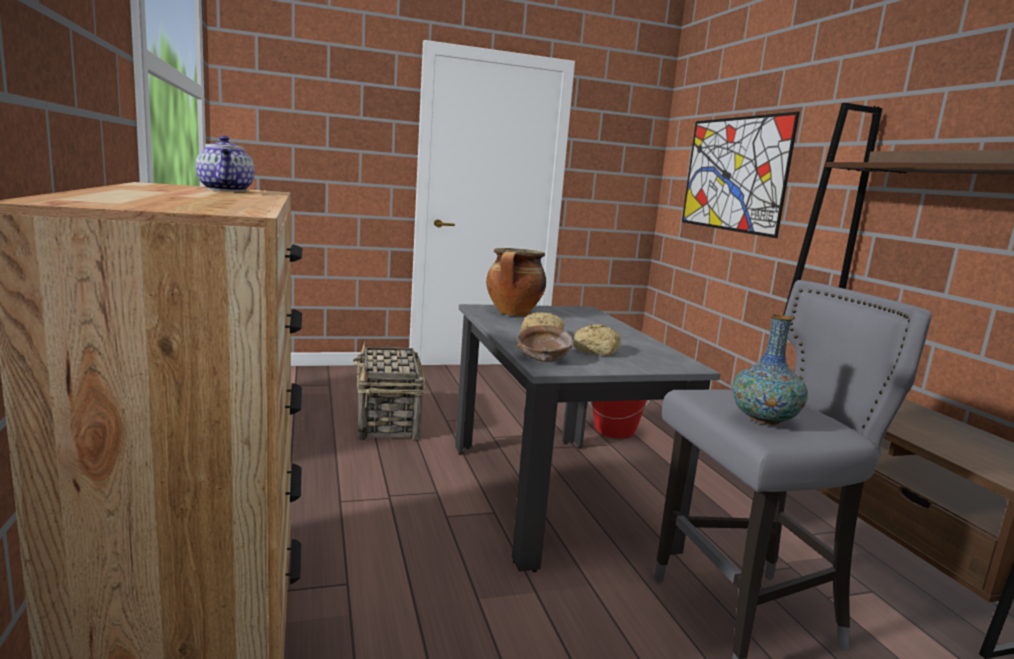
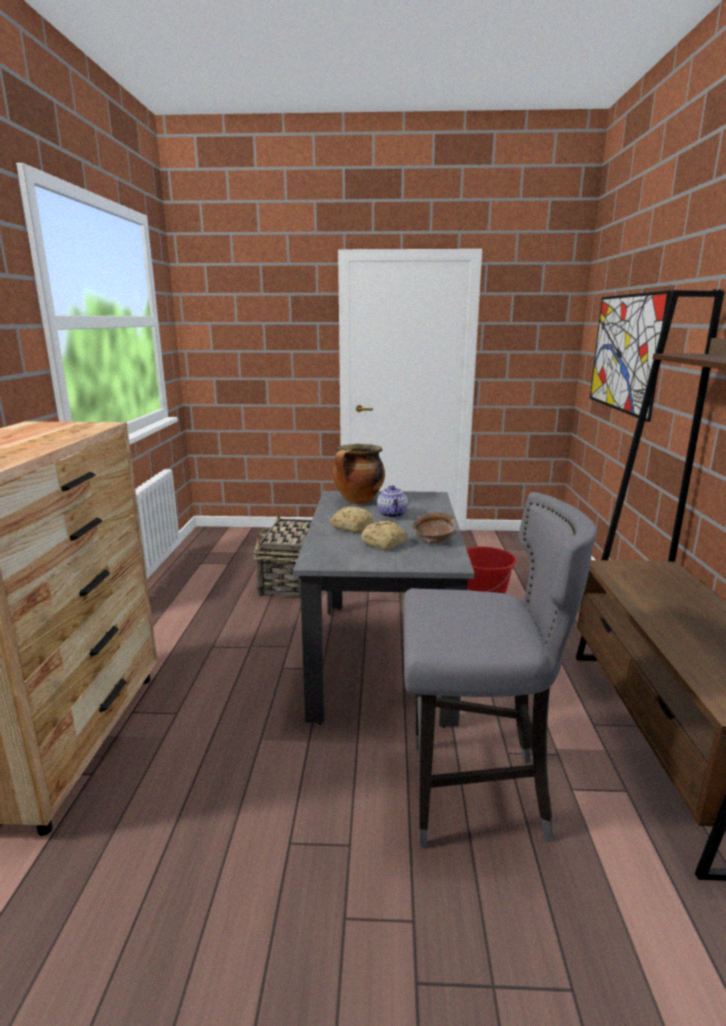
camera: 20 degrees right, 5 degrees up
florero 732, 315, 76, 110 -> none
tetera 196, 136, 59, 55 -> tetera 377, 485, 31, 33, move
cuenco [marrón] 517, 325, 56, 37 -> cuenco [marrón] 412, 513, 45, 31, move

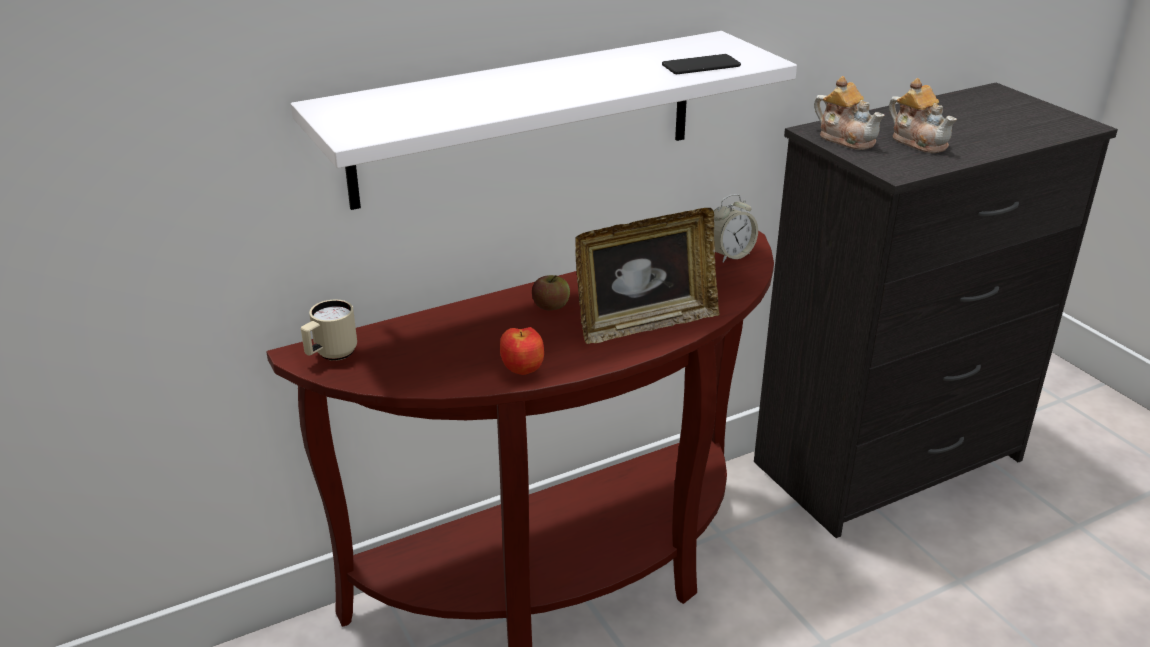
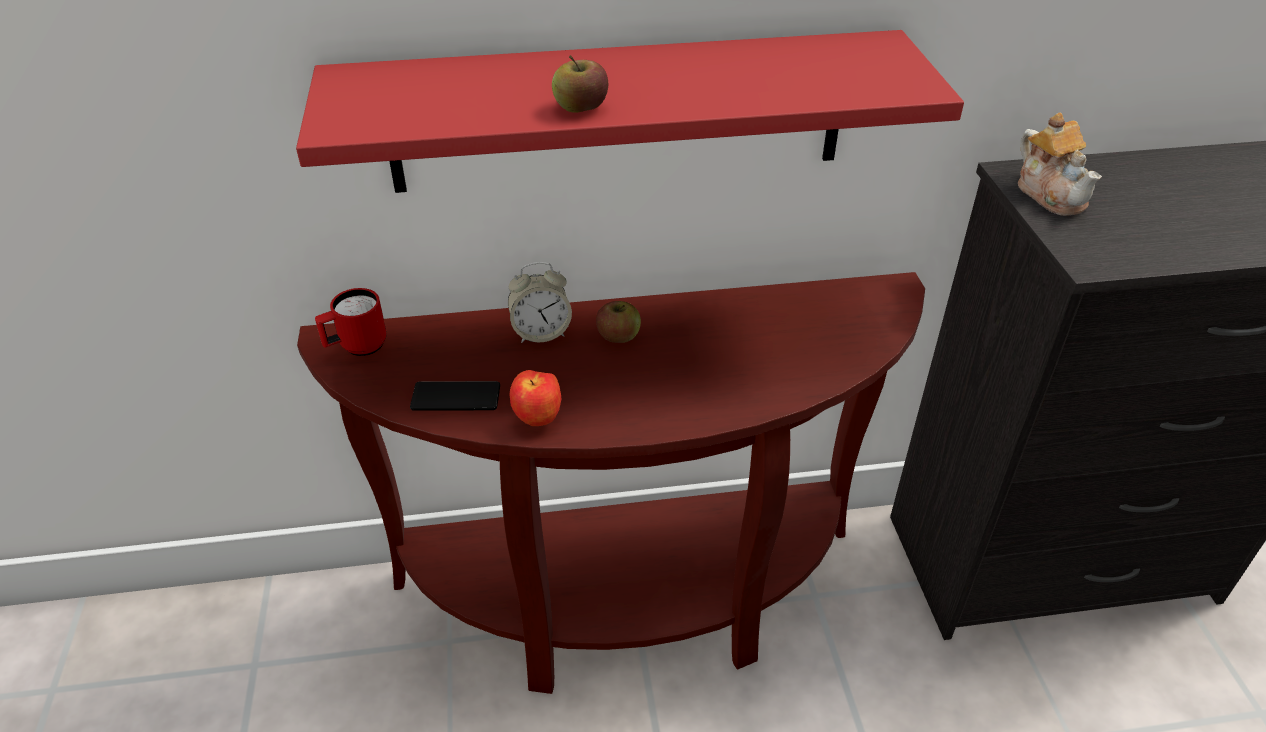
camera: 20 degrees right, 10 degrees up
portarretratos 575, 208, 145, 136 -> none
tetera 889, 78, 68, 75 -> none
none -> manzana 552, 55, 56, 58
móvil 662, 54, 79, 20 -> móvil 410, 381, 90, 30, move
despertador 713, 194, 45, 69 -> despertador 508, 262, 64, 81, move
estante [blanco] 291, 31, 506, 179 -> estante [rojo] 296, 30, 668, 163
taza grande [beis] 301, 300, 56, 61 -> taza grande [rojo] 315, 288, 72, 68

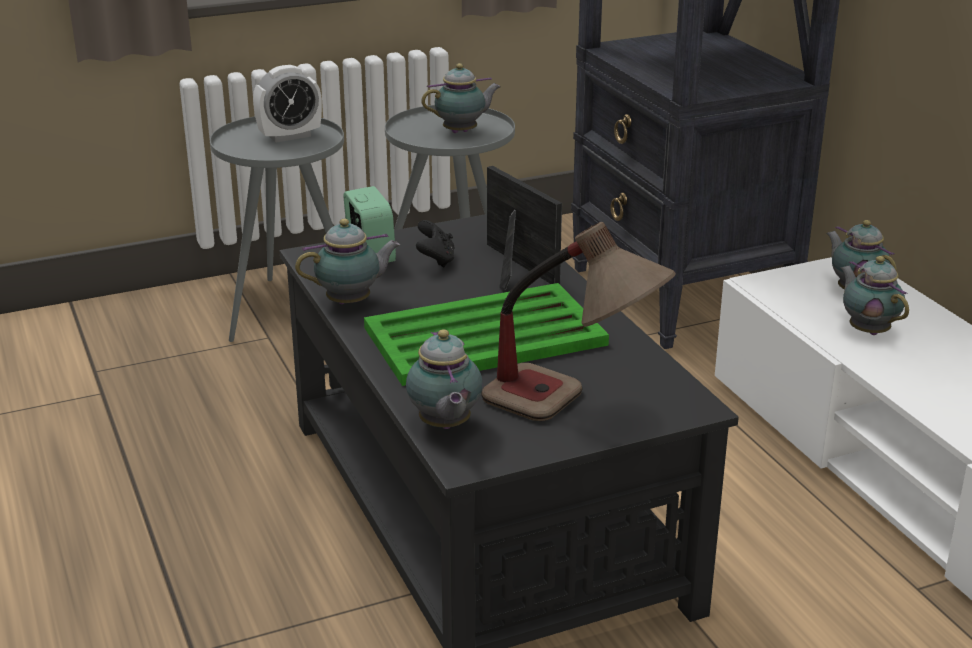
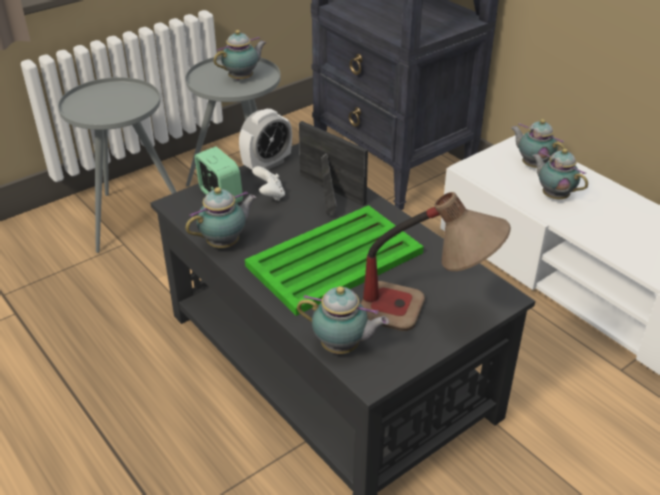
camera: 15 degrees left, 10 degrees up
despertador 253, 65, 69, 78 -> despertador 239, 109, 53, 61, move
mando de consola [negro] 416, 220, 39, 47 -> mando de consola [blanco] 252, 166, 33, 35
tetera 406, 329, 77, 100 -> tetera 297, 286, 92, 68, 45 degrees counterclockwise

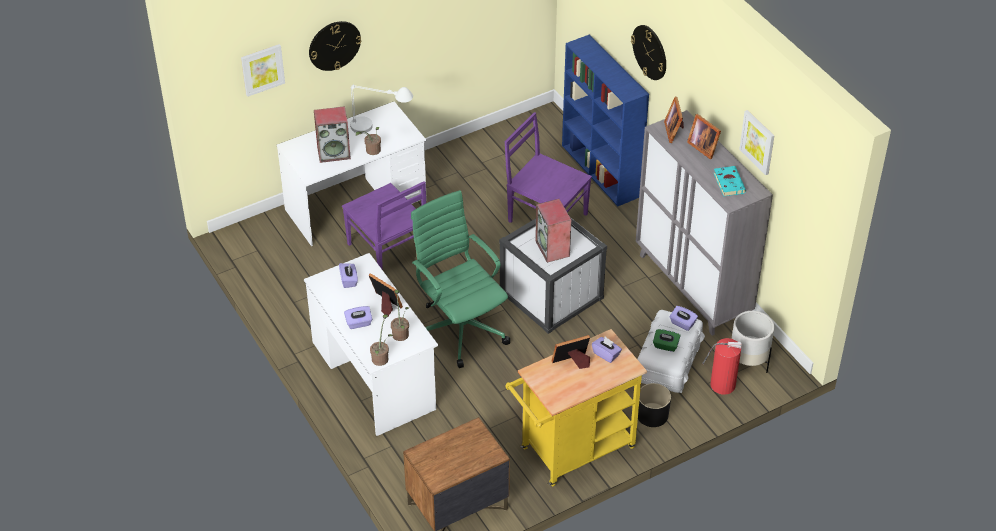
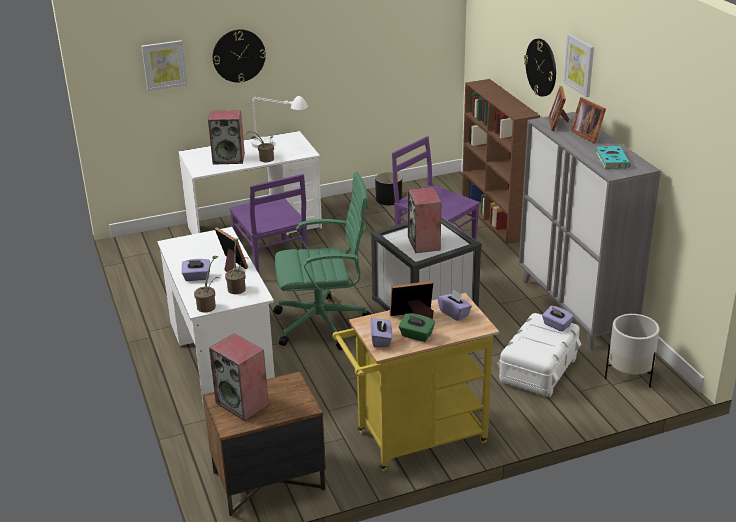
camera: 10 degrees right, 15 degrees down
extintor 702, 338, 40, 57 -> none
none -> altavoz 209, 333, 60, 88
caja de pañuelos [morado] 339, 263, 19, 25 -> caja de pañuelos [morado] 370, 316, 22, 32, move
maceta [negro] 638, 383, 33, 44 -> maceta [negro] 375, 172, 27, 33, move
caja de pañuelos [verde] 653, 329, 27, 23 -> caja de pañuelos [verde] 399, 313, 36, 29, move
cuadro 739, 110, 35, 65 -> cuadro 563, 34, 31, 63, move
estantería [azul] 562, 34, 87, 172 -> estantería [marrón] 462, 79, 78, 165
silla de oficina [verde] 411, 190, 99, 178 -> silla de oficina [verde] 273, 172, 98, 178, 105 degrees clockwise

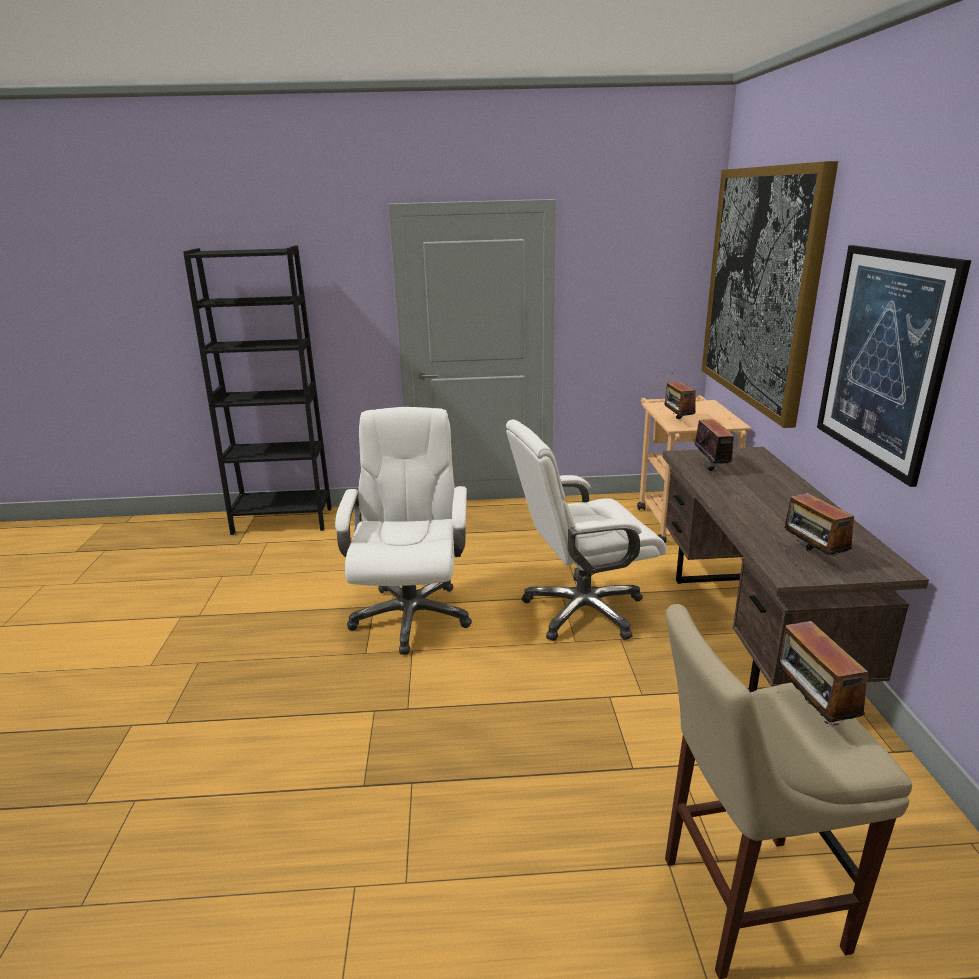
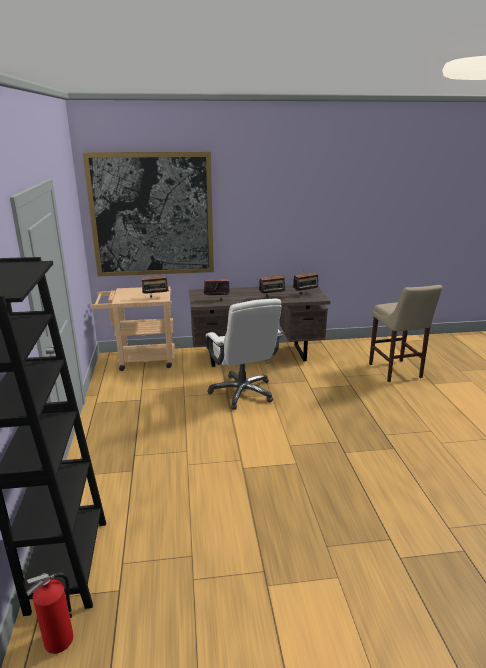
camera: 95 degrees left, 0 degrees up
silla de oficina [blanco] 335, 407, 137, 248 -> none
cuadro 817, 245, 154, 242 -> none
none -> extintor 27, 573, 47, 81
radio 777, 621, 91, 105 -> radio 259, 275, 26, 22, move

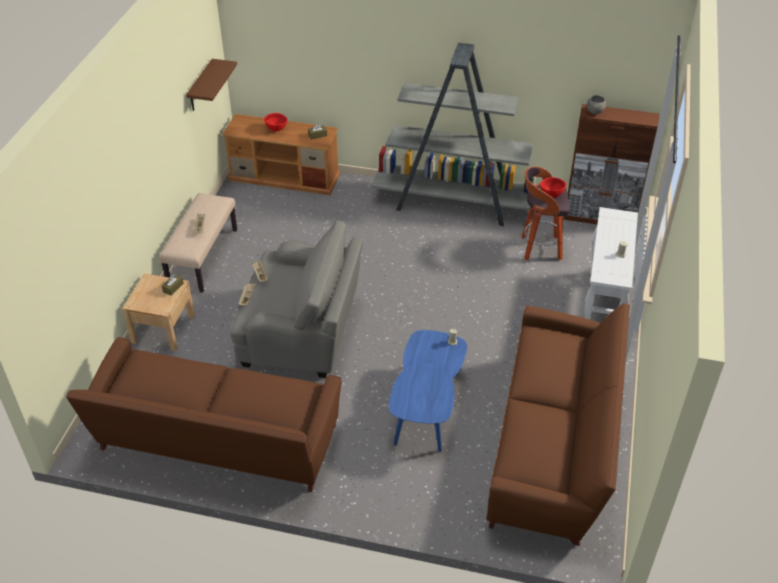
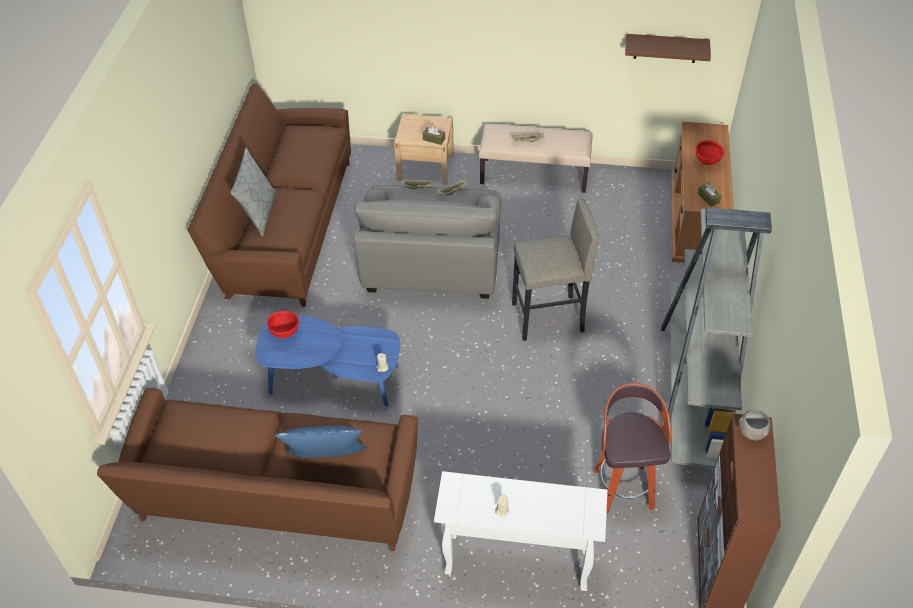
camera: 85 degrees right, 5 degrees up
none -> cojín [gris] 230, 148, 46, 89
none -> cojín [azul] 275, 426, 92, 32
none -> taburete [gris] 512, 198, 87, 143
cuenco [rojo] 541, 177, 25, 21 -> cuenco [rojo] 267, 311, 32, 27, move

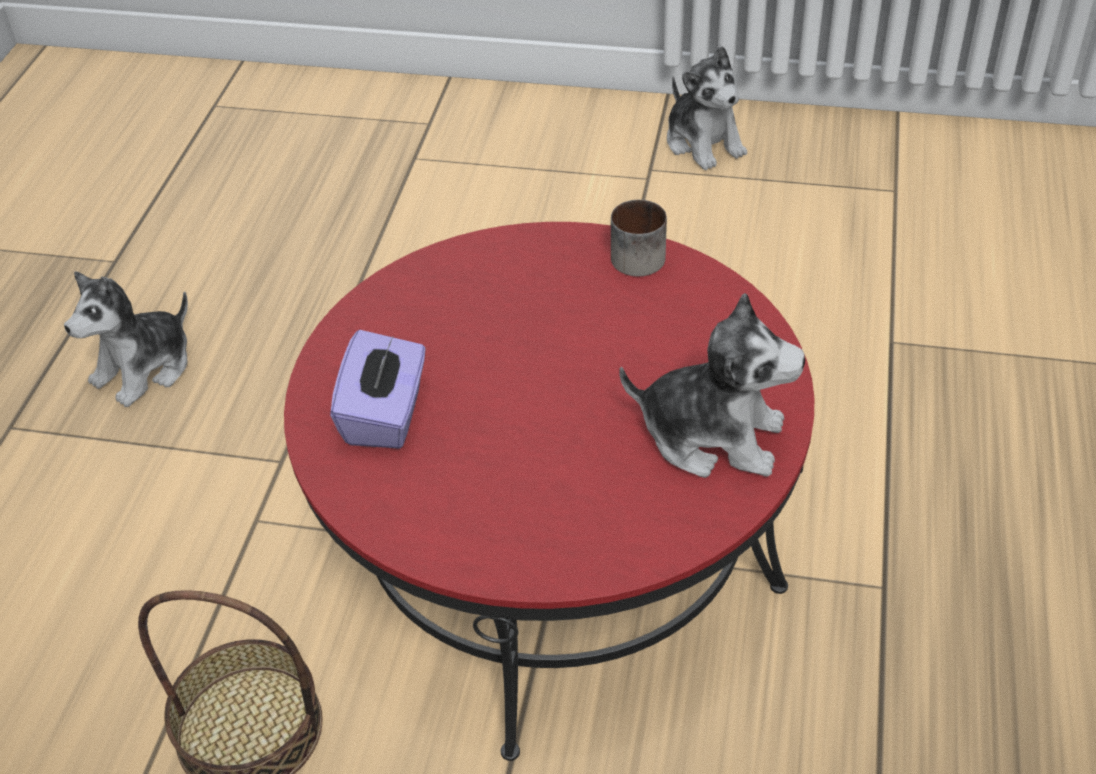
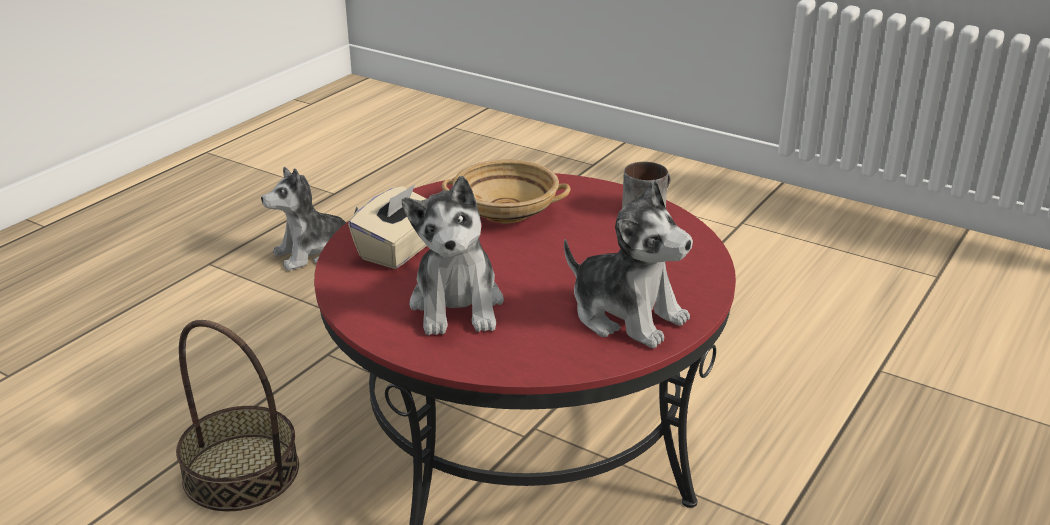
camera: 20 degrees right, 15 degrees down
none -> cuenco [beis] 442, 160, 129, 63
peluche 667, 46, 80, 124 -> peluche 402, 176, 102, 159, move
caja de pañuelos [morado] 330, 330, 95, 119 -> caja de pañuelos [beis] 348, 184, 79, 85

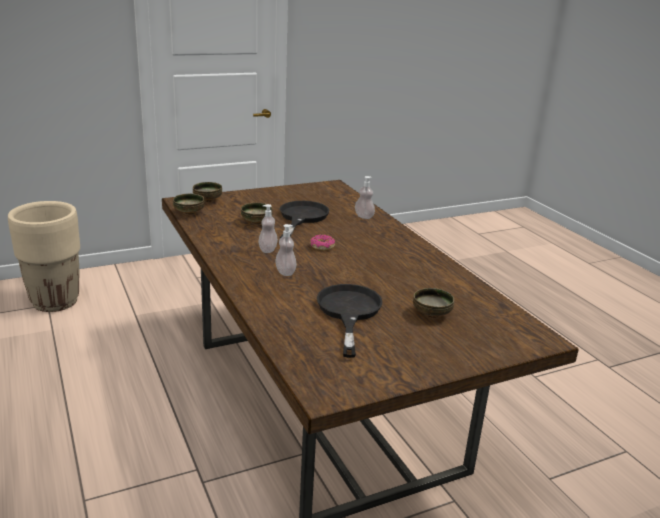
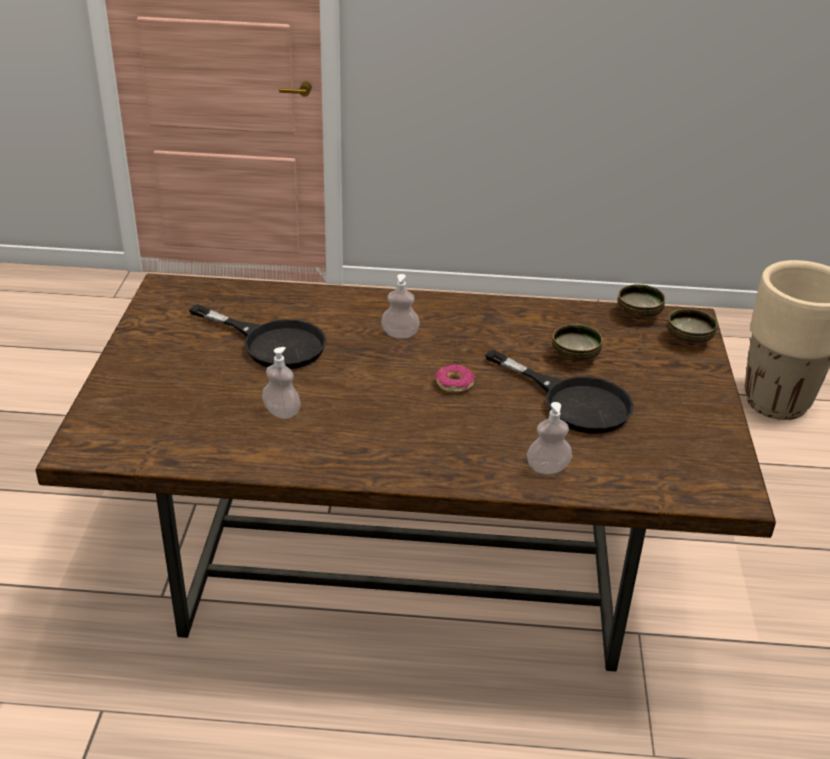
camera: 120 degrees right, 10 degrees up
cuenco 413, 288, 41, 30 -> none
dispensador de jabón 258, 204, 20, 49 -> dispensador de jabón 262, 347, 39, 72, move

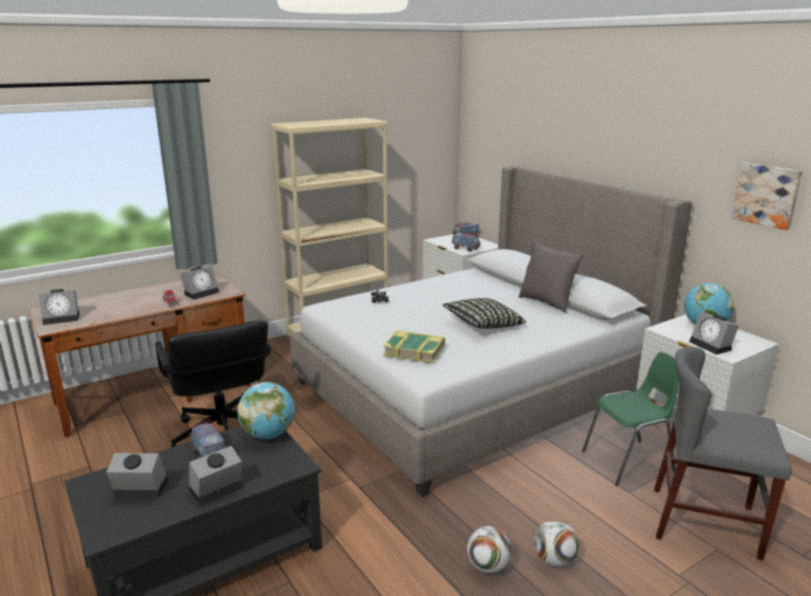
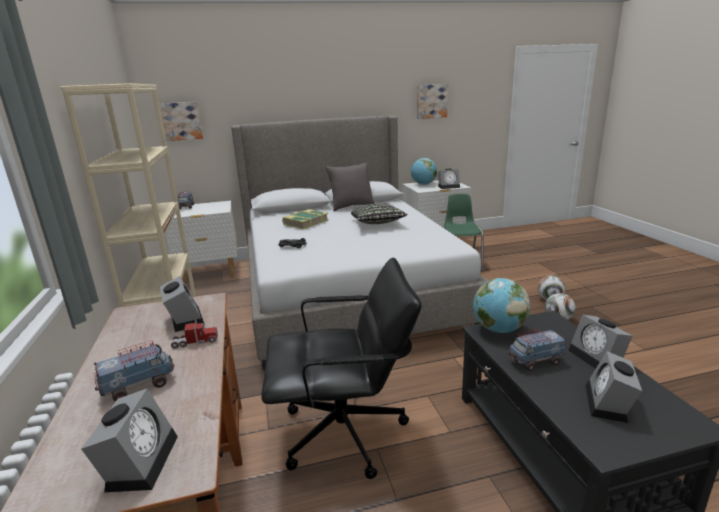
camera: 70 degrees left, 0 degrees up
silla [gris] 654, 347, 138, 213 -> none
none -> cuadro 159, 102, 44, 39
libro 383, 330, 62, 33 -> libro 282, 209, 47, 20, move
camión de juguete 452, 232, 29, 20 -> camión de juguete 94, 340, 81, 62, move

